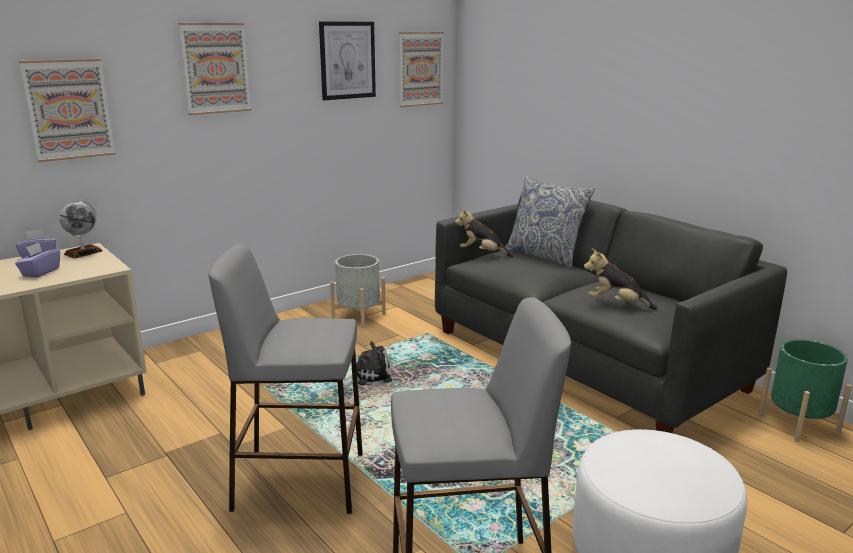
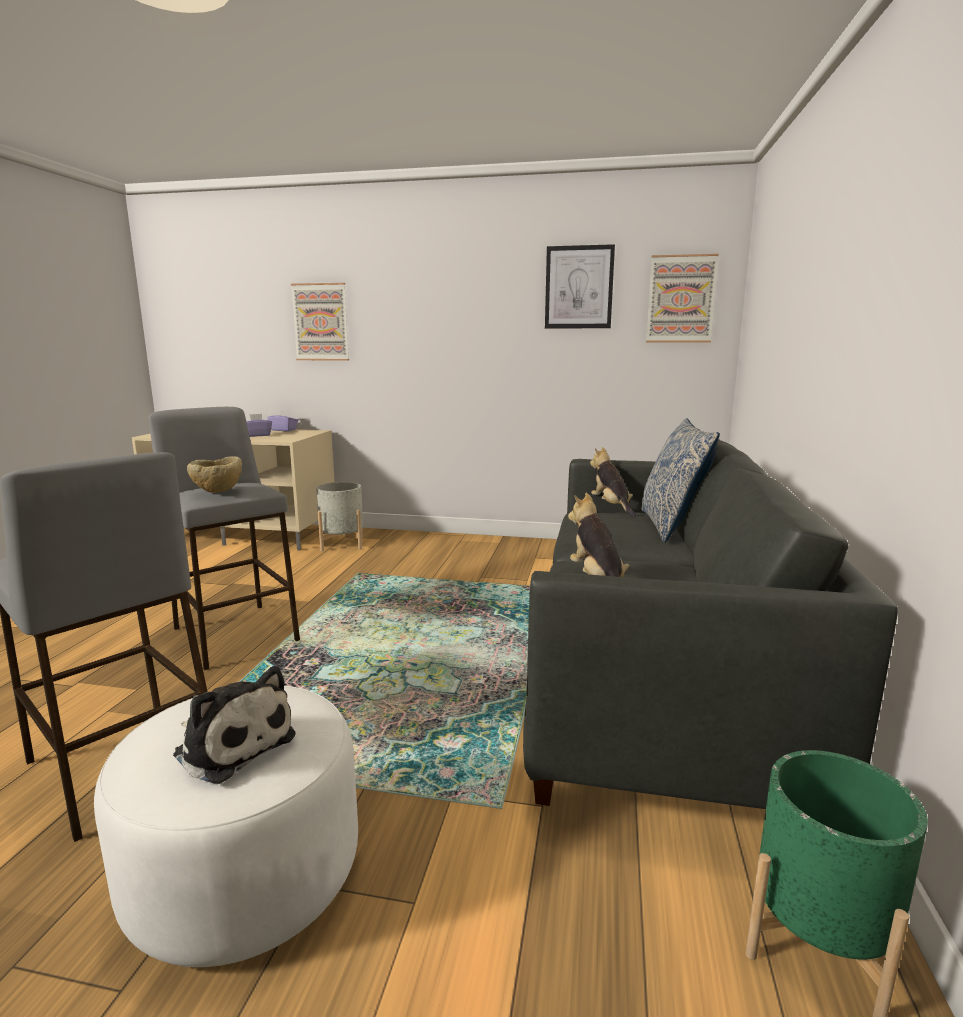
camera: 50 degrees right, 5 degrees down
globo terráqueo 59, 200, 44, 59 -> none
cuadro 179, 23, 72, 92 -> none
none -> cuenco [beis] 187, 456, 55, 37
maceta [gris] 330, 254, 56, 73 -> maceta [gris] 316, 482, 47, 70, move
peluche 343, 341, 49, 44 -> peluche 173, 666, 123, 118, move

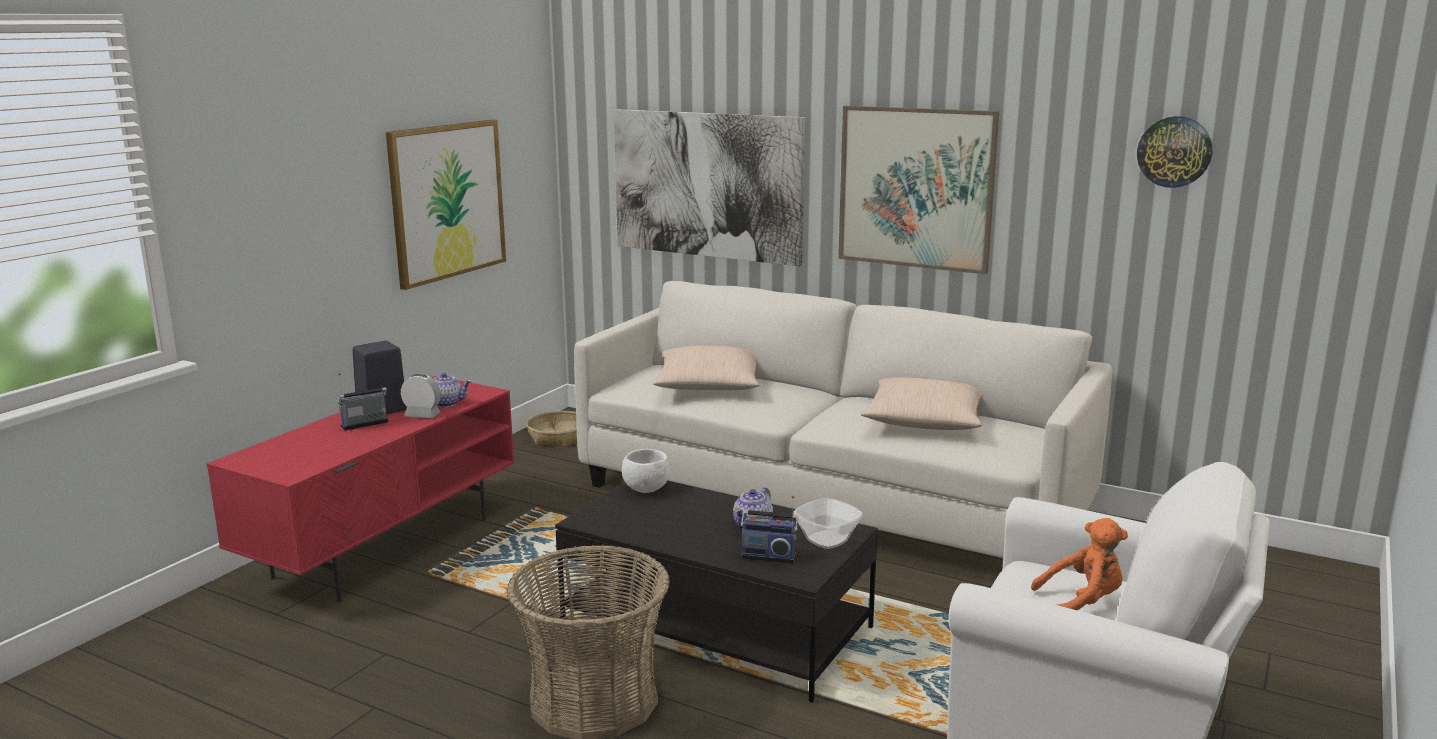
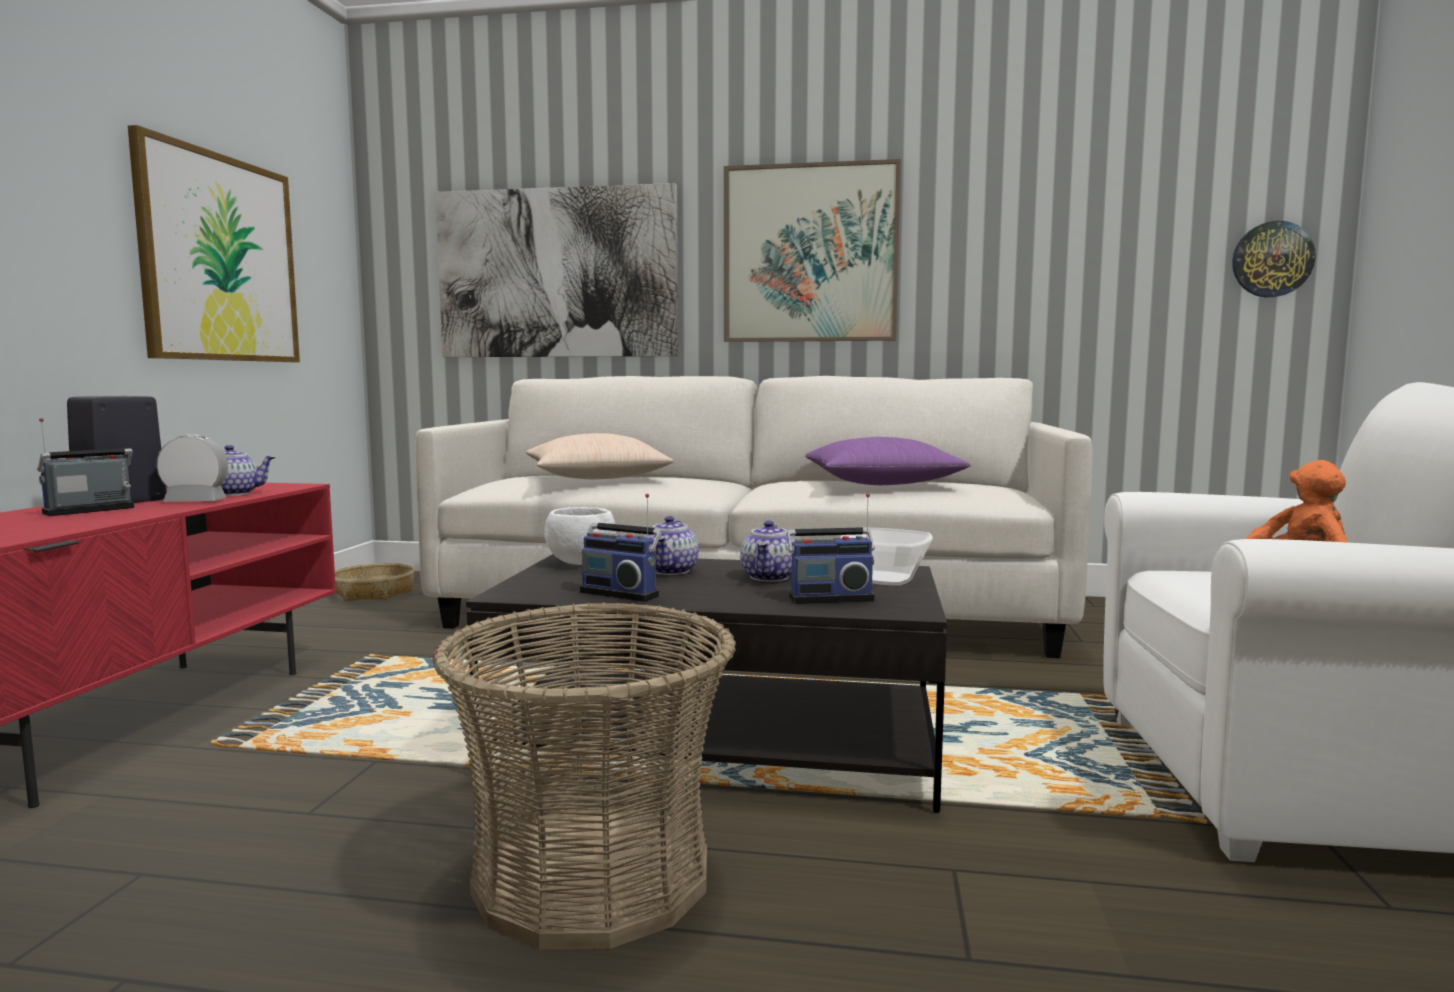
camera: 20 degrees left, 10 degrees down
none -> radio 580, 493, 82, 109
none -> tetera 645, 516, 54, 59
reloj de pared 1137, 116, 76, 72 -> reloj de pared 1232, 221, 84, 76, move
cojín [beis] 861, 377, 121, 53 -> cojín [morado] 805, 437, 166, 48

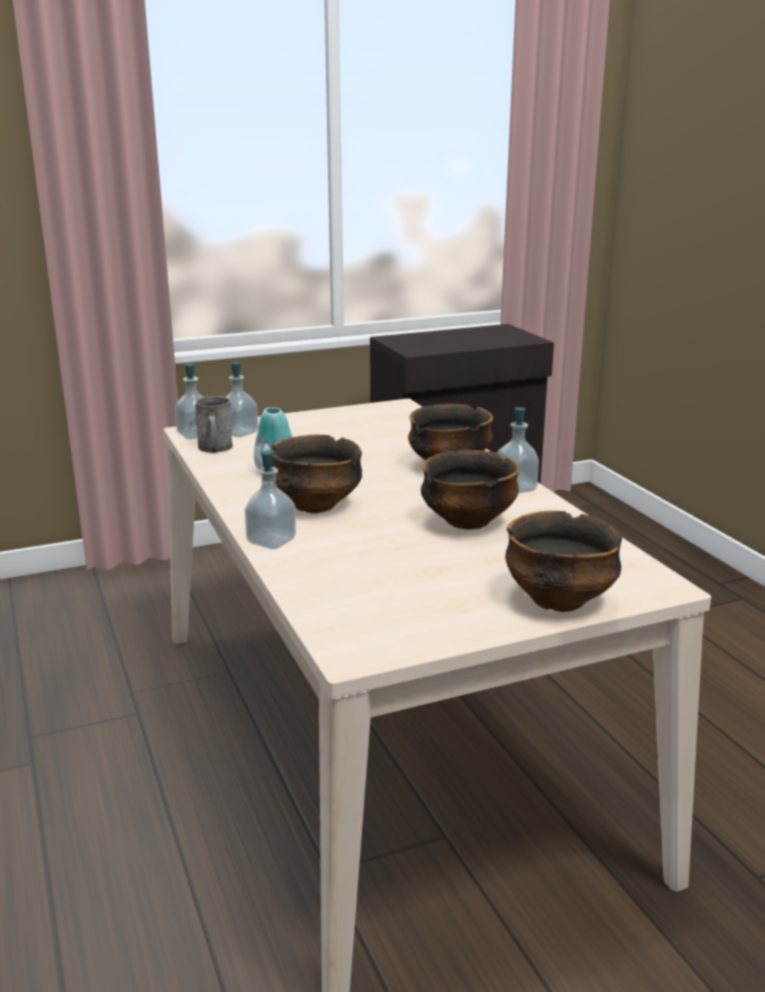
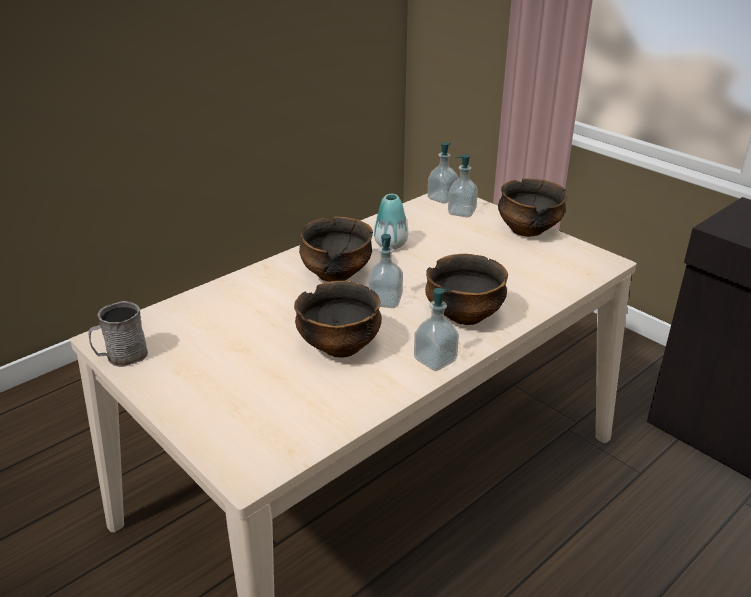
camera: 70 degrees right, 10 degrees up
taza grande [gris] 195, 396, 38, 57 -> taza grande [gris] 88, 301, 60, 66, move
dispensador de jabón 245, 451, 51, 98 -> dispensador de jabón 368, 234, 35, 74, move
cuenco 505, 511, 117, 101 -> cuenco 498, 178, 70, 59, move

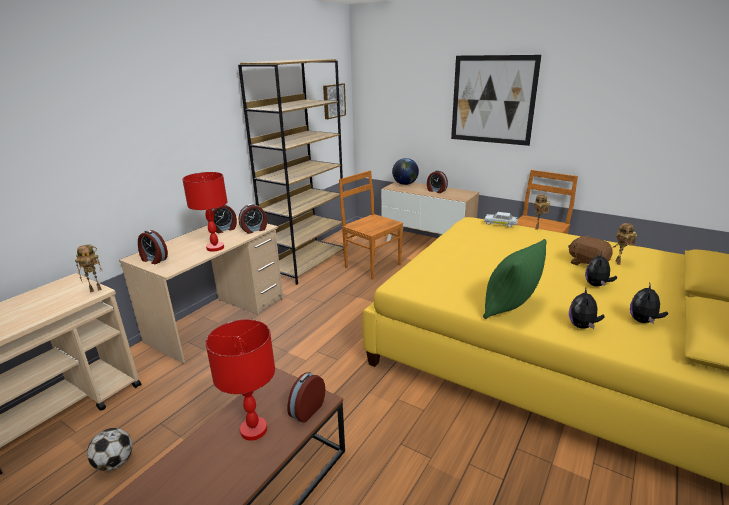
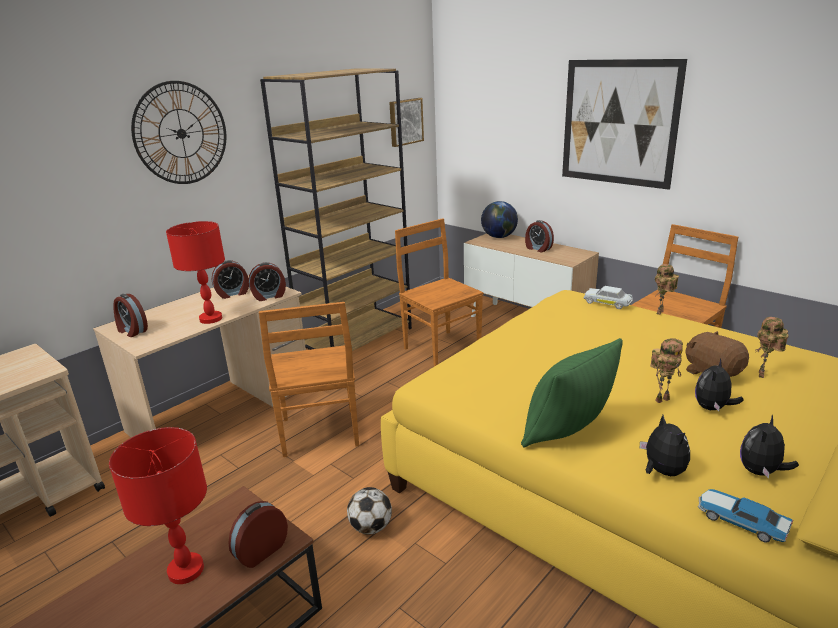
camera: 10 degrees right, 0 degrees up
none -> reloj de pared 131, 81, 95, 103
none -> silla [marrón] 259, 302, 100, 155
none -> coche de juguete 698, 489, 95, 54
robot de juguete 75, 244, 28, 49 -> robot de juguete 650, 338, 33, 65, move
balón de fútbol 87, 428, 45, 43 -> balón de fútbol 347, 487, 45, 48, move
peluche 569, 287, 36, 42 -> peluche 640, 415, 50, 61, 135 degrees clockwise

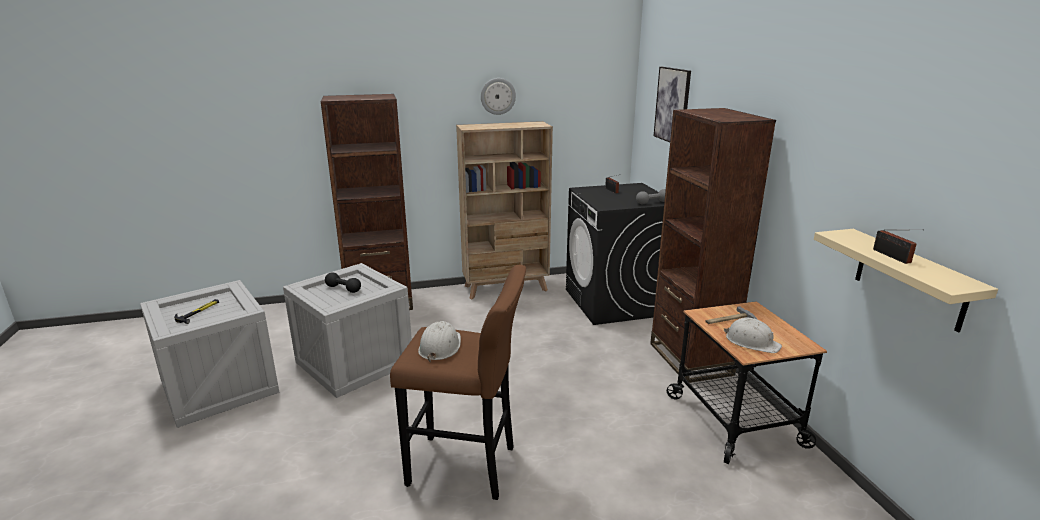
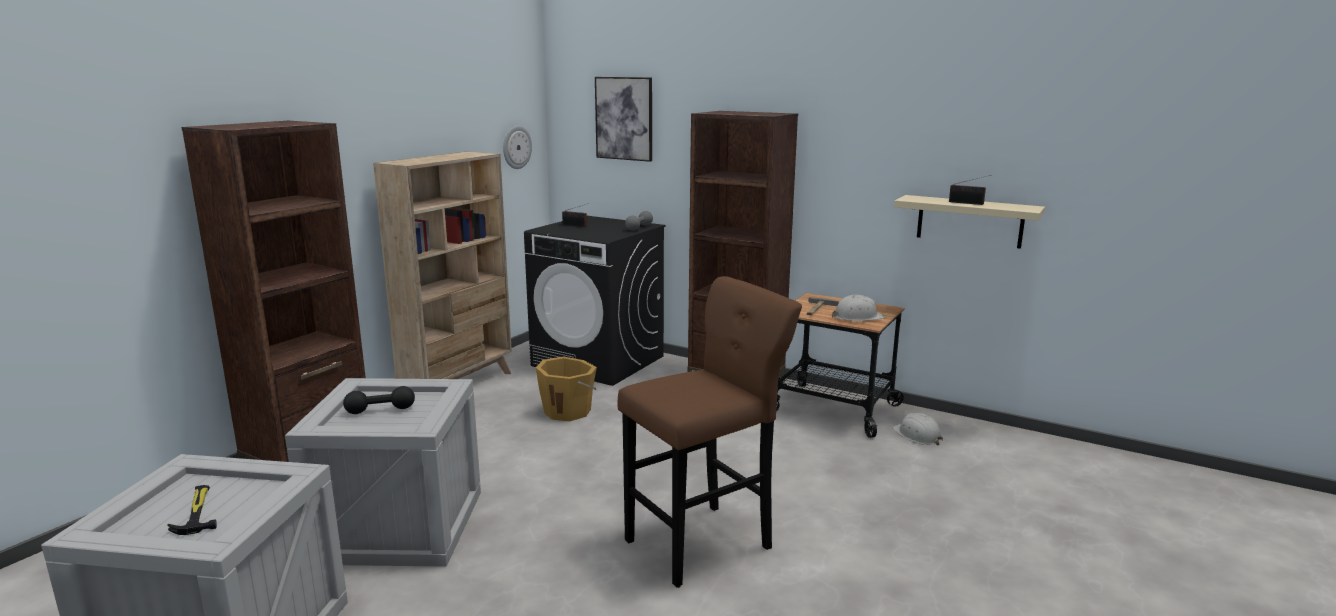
camera: 45 degrees left, 5 degrees down
none -> cubo [naranja] 536, 356, 61, 65
casco [blanco] 418, 321, 43, 41 -> casco [blanco] 892, 413, 51, 32, move
reloj de pared 481, 78, 35, 37 -> reloj de pared 503, 126, 29, 43, move

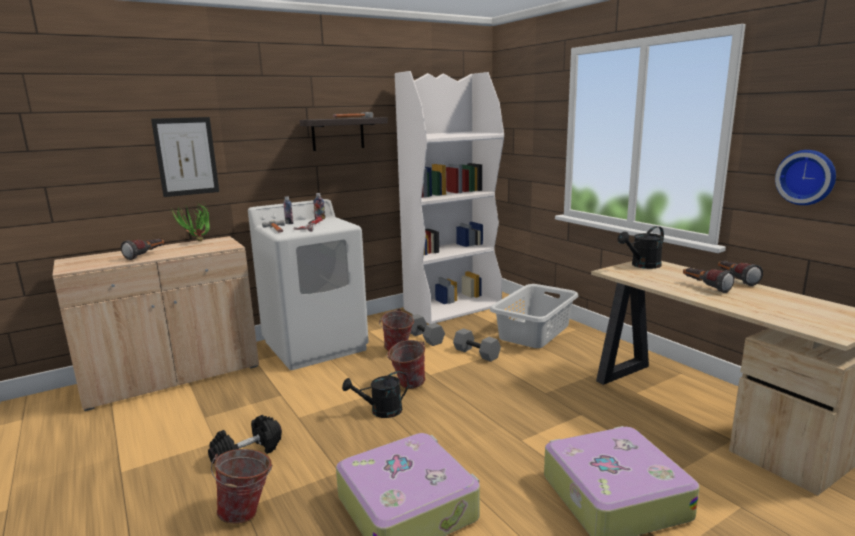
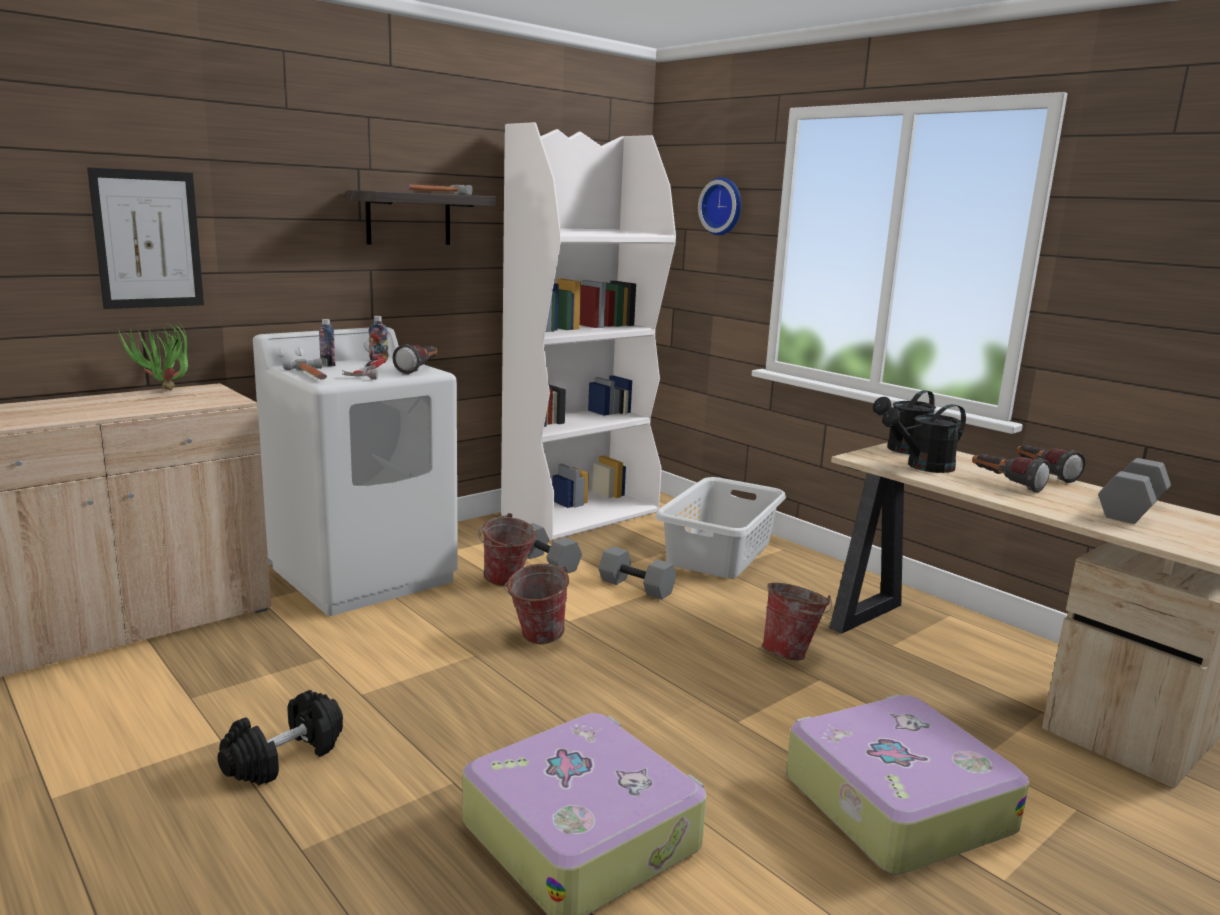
camera: 10 degrees left, 0 degrees up
none -> mancuerna [gris] 1098, 458, 73, 66
linterna 121, 239, 43, 21 -> linterna 392, 344, 45, 30, move
cubo 211, 449, 61, 75 -> cubo 762, 583, 70, 77, move
regadera [negro] 342, 371, 67, 47 -> regadera [negro] 882, 404, 84, 69, move
reloj de pared 775, 150, 61, 55 -> reloj de pared 698, 177, 43, 58, move

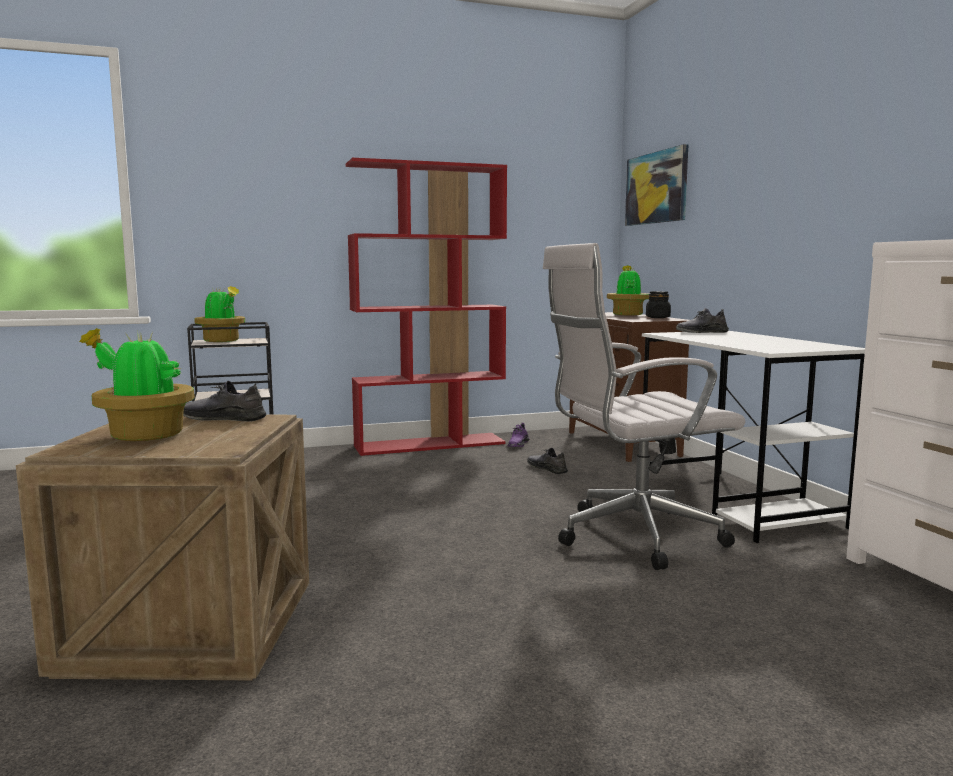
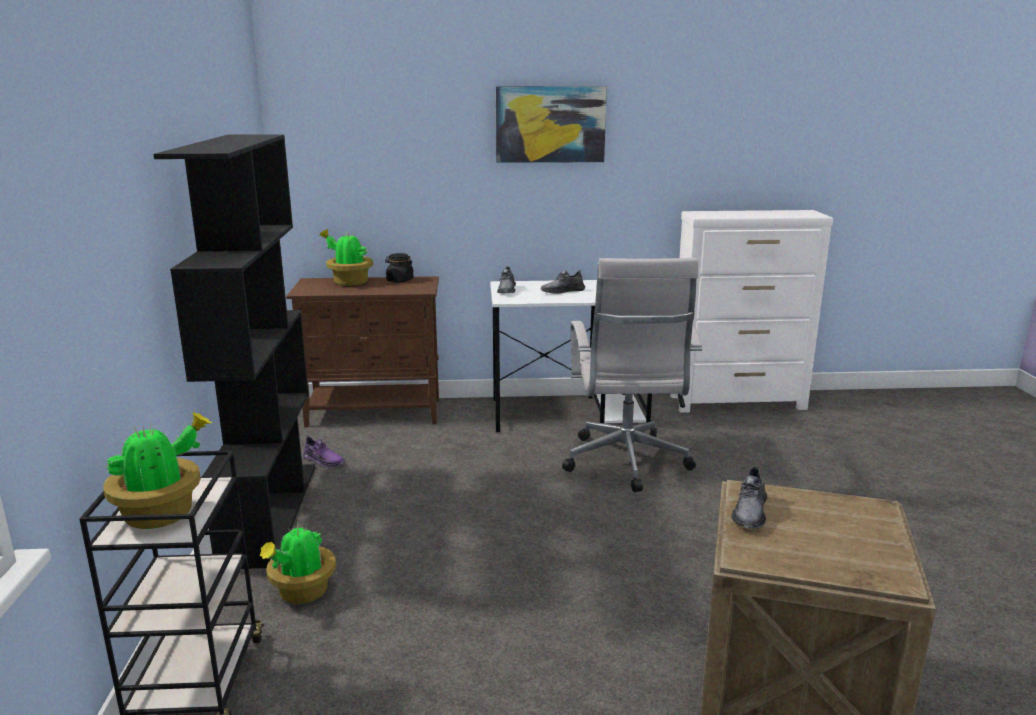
camera: 75 degrees left, 10 degrees up
planta en maceta 79, 328, 116, 113 -> planta en maceta 260, 524, 76, 80, move
zapato [gris] 527, 448, 41, 26 -> zapato [gris] 541, 270, 44, 24, move
cuadro 625, 144, 63, 82 -> cuadro 496, 86, 111, 77, move
estantería [rojo] 346, 158, 161, 298 -> estantería [negro] 153, 134, 162, 435

